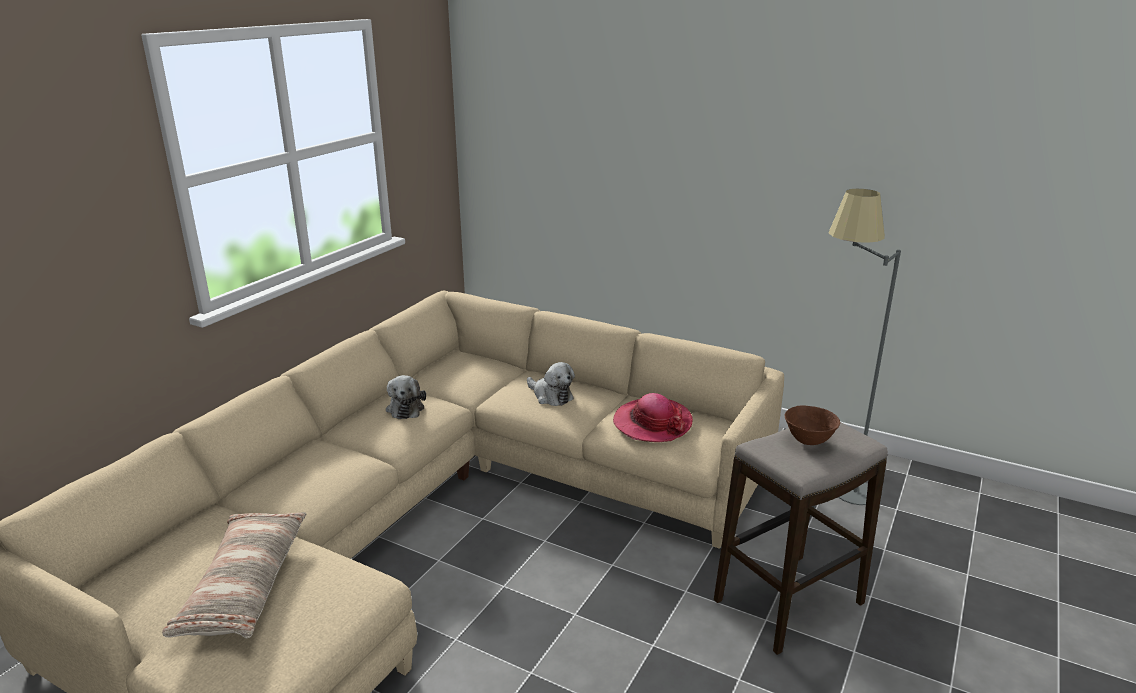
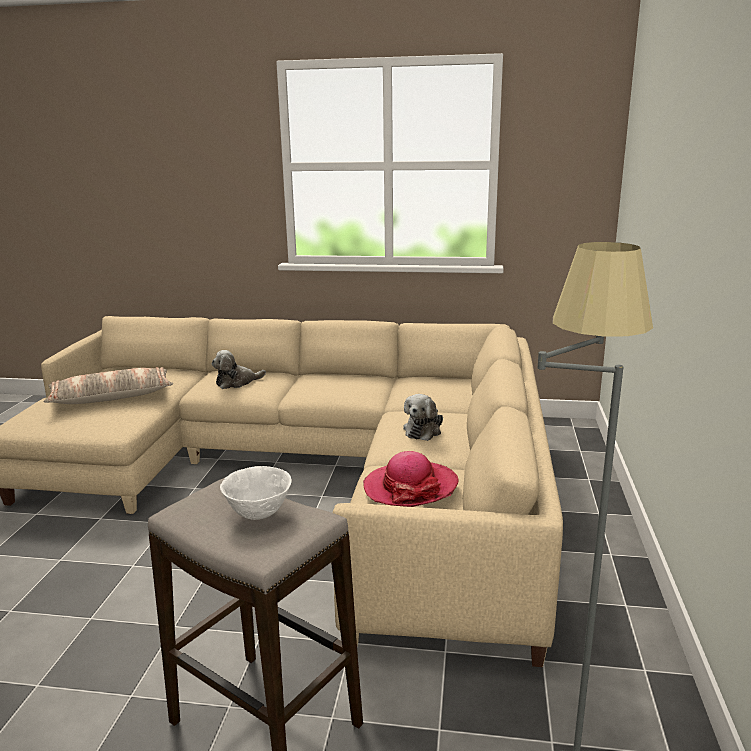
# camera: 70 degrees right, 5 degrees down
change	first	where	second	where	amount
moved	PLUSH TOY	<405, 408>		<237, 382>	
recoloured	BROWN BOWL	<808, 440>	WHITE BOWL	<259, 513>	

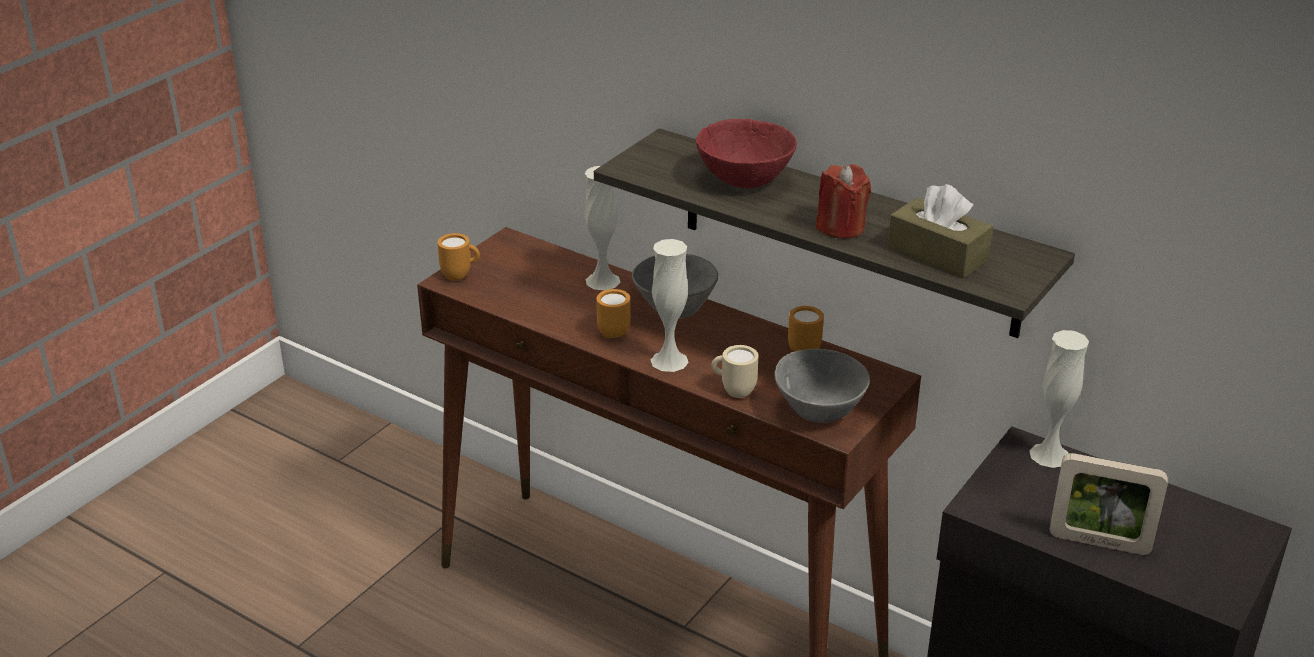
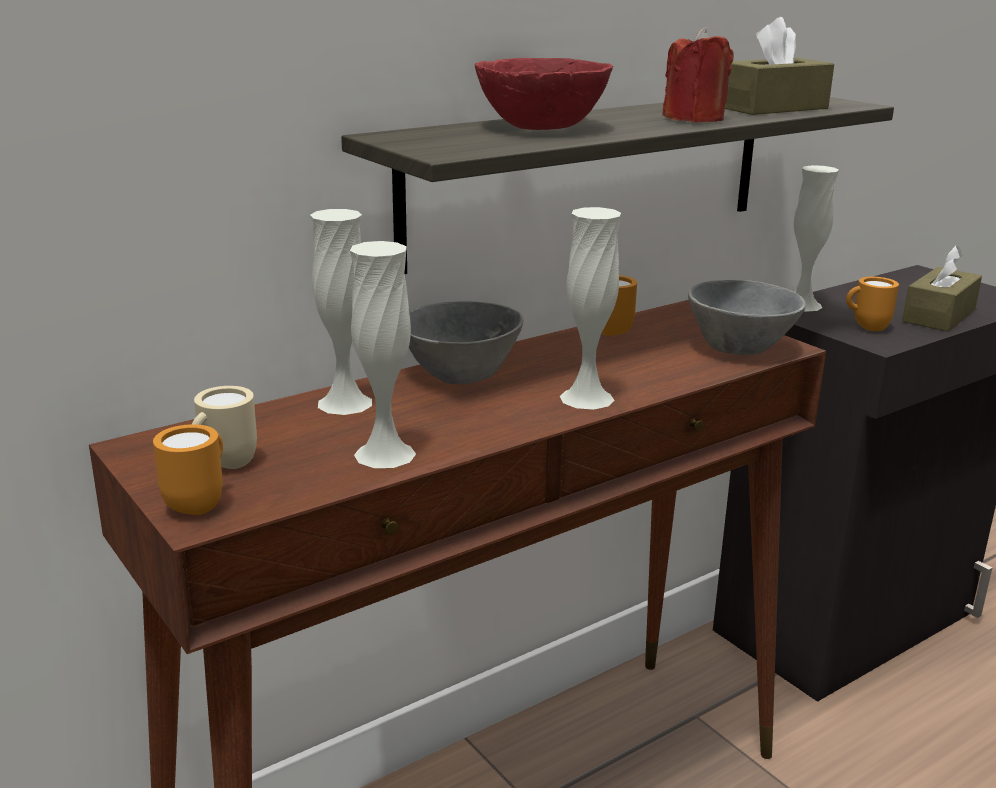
# camera: 70 degrees left, 10 degrees down
change	first	where	second	where	amount
moved	BEIGE MUG	<733, 391>		<224, 466>	
added			WHITE VASE	<385, 454>	
moved	ORANGE MUG	<611, 331>		<865, 328>	
replaced	PICTURE FRAME	<1099, 542>	BROWN TISSUE BOX	<939, 316>	

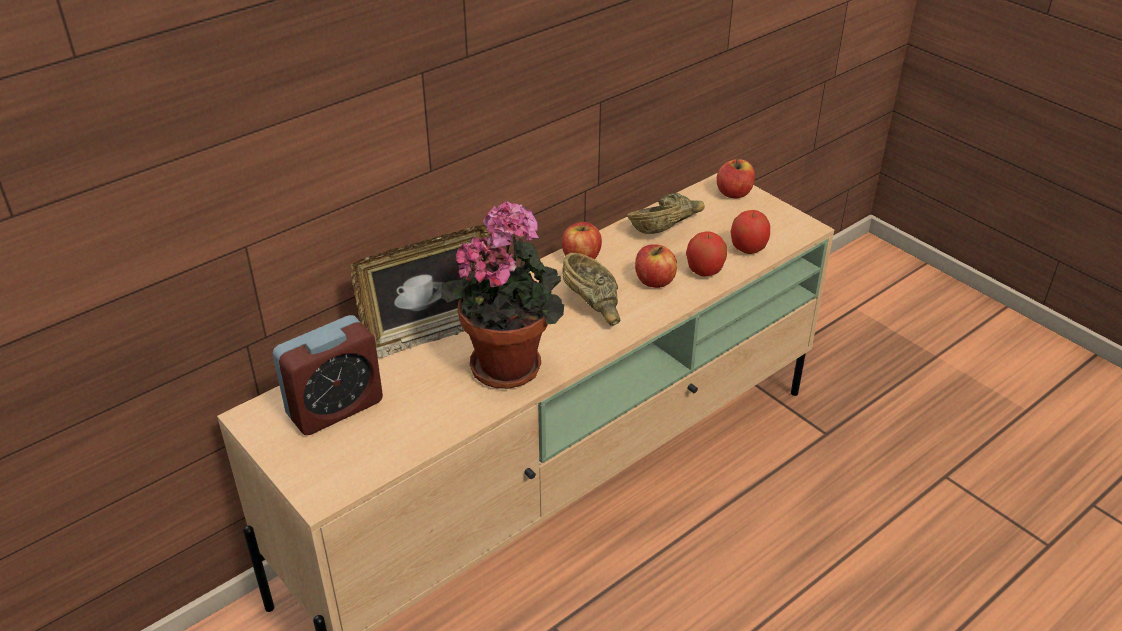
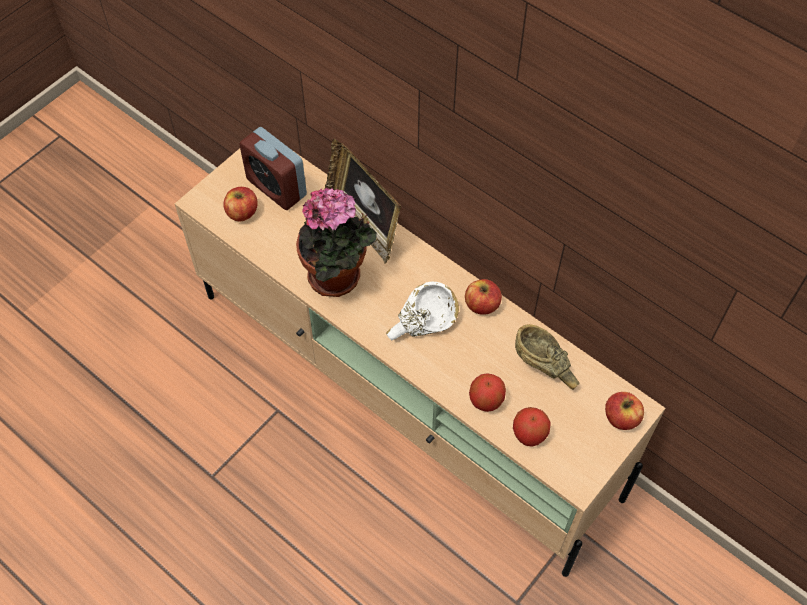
# camera: 80 degrees right, 20 degrees up
change	first	where	second	where	amount
moved	APPLE	<654, 281>		<242, 212>	
recoloured	BROWN BOWL	<598, 303>	WHITE BOWL	<421, 325>	

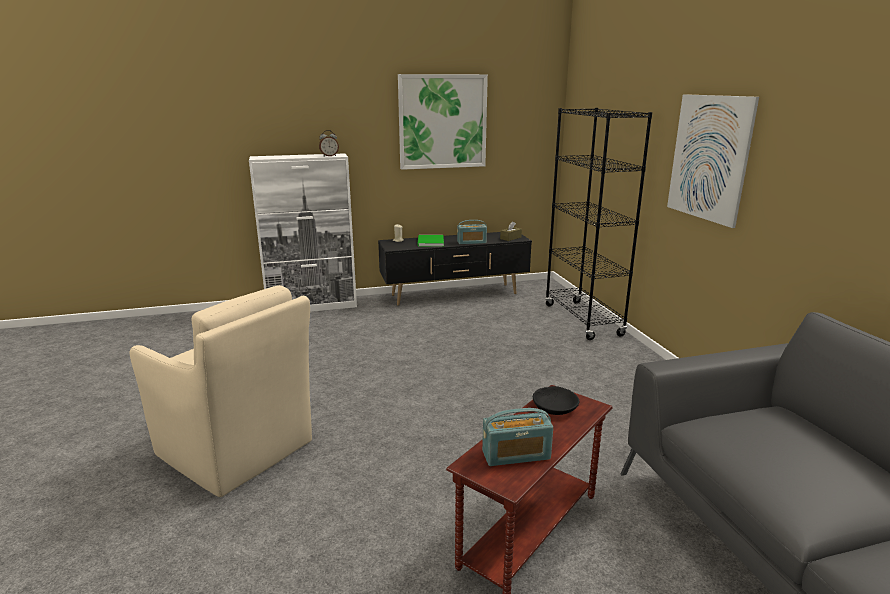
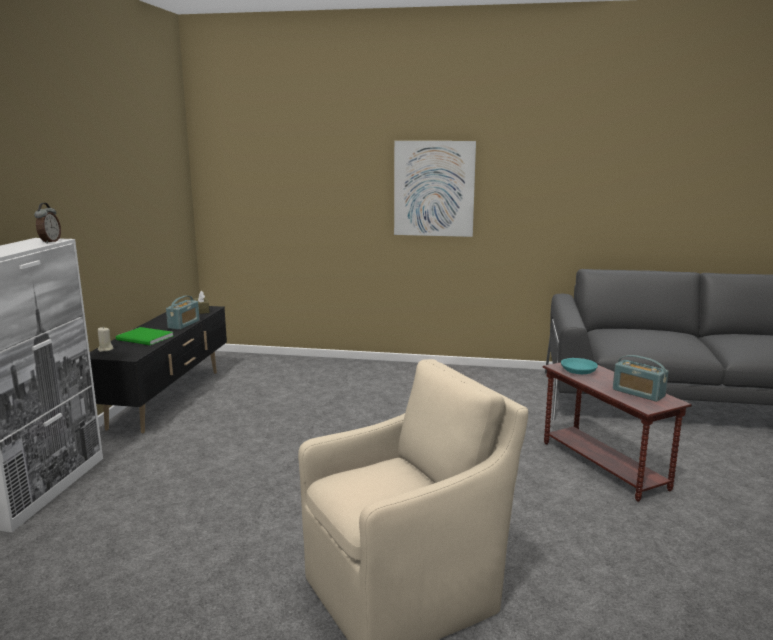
# camera: 65 degrees left, 5 degrees down
change	first	where	second	where	amount
recoloured	BLACK BOWL	<555, 407>	TURQUOISE BOWL	<578, 371>	
turned	RADIO	<516, 455>		<638, 393>	120 degrees clockwise
removed	PICTURE	<442, 122>			
removed	BLACK BOOKCASE	<583, 320>			

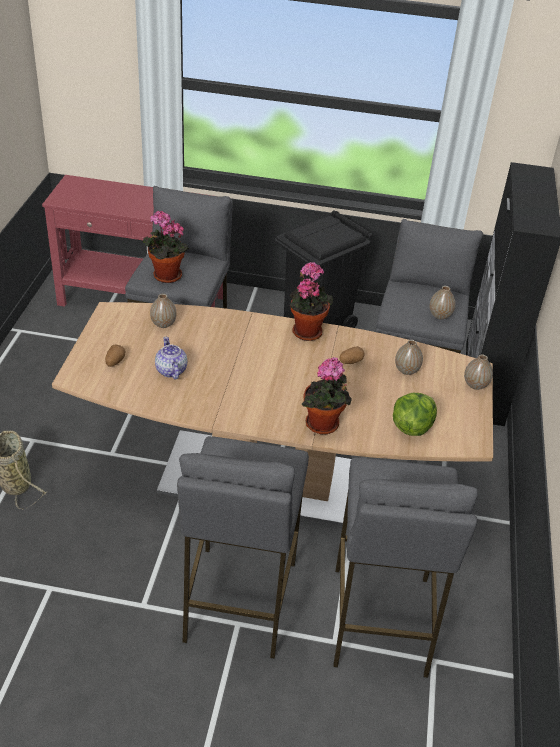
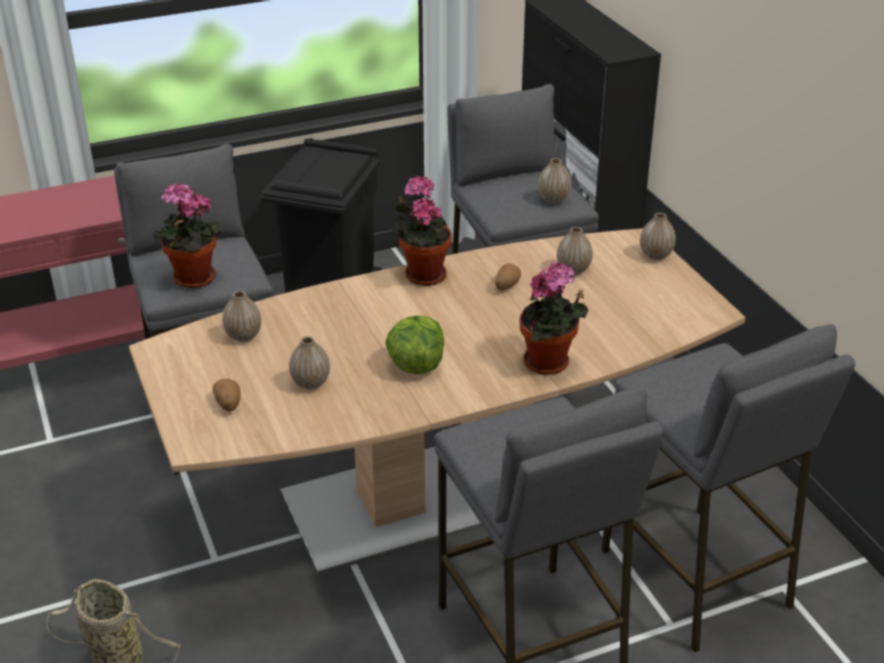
# camera: 30 degrees left, 5 degrees down
change	first	where	second	where	amount
replaced	TEAPOT	<170, 370>	VASE	<310, 383>	
moved	LETTUCE	<411, 427>		<416, 365>	

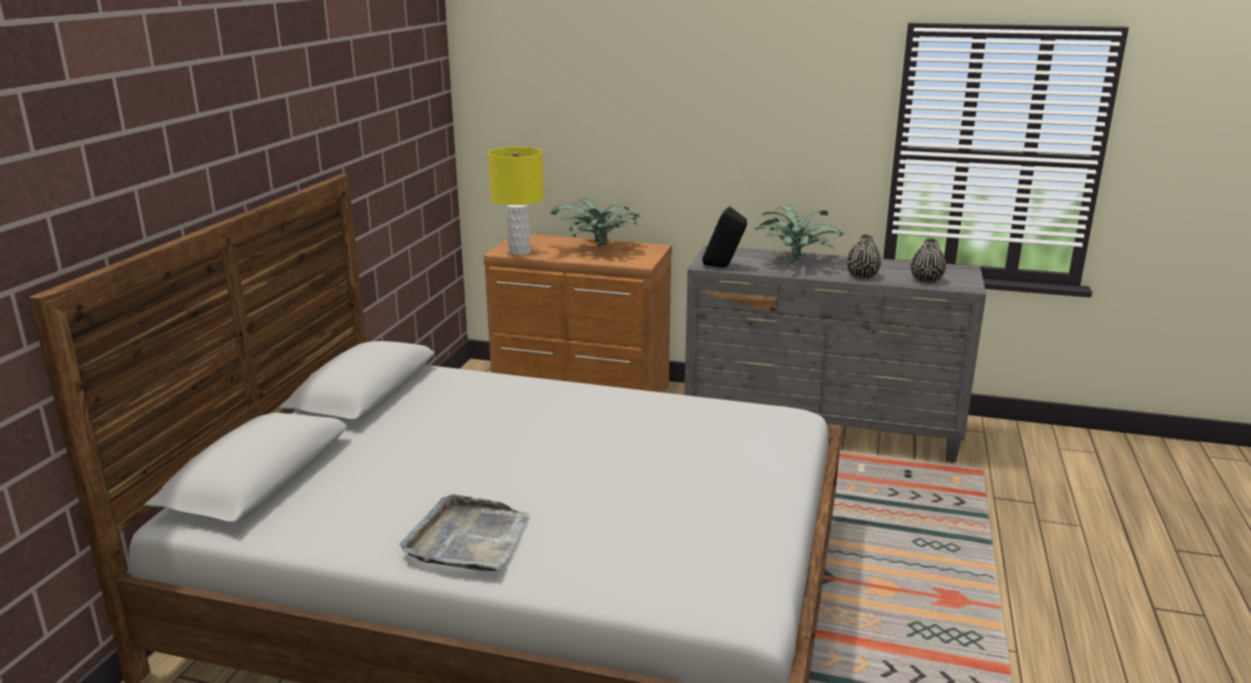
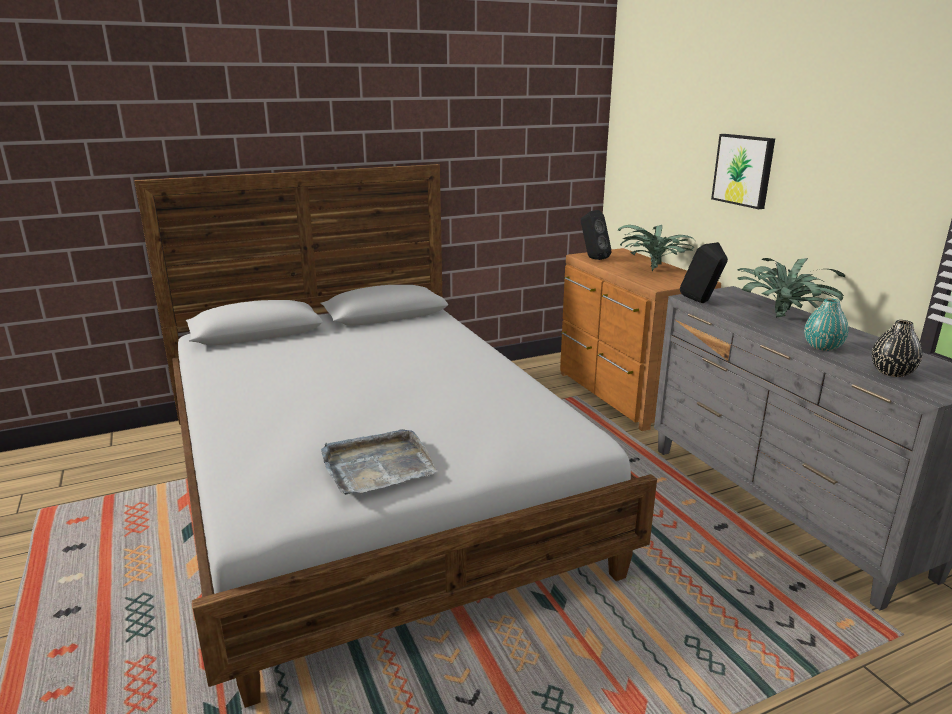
# camera: 50 degrees right, 0 degrees up
change	first	where	second	where	amount
moved	GREY TRAY	<468, 539>		<377, 466>	
replaced	YELLOW TABLE LAMP	<519, 252>	BLACK SPEAKER	<592, 258>	
added			PICTURE	<744, 170>	
recoloured	BLACK VASE	<862, 276>	TURQUOISE VASE	<822, 347>	

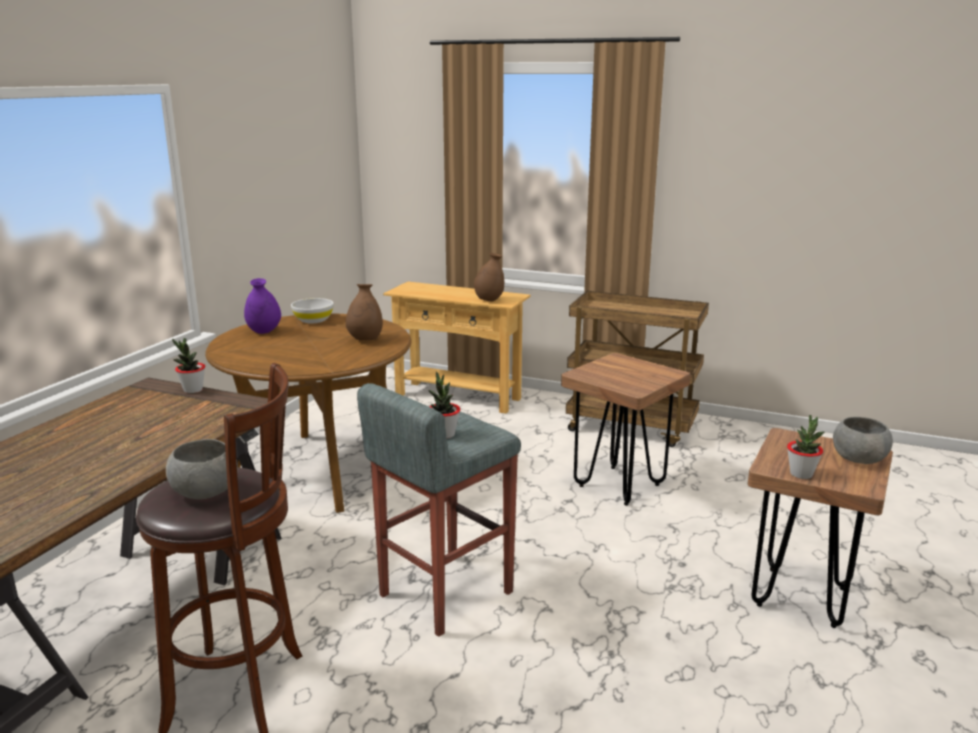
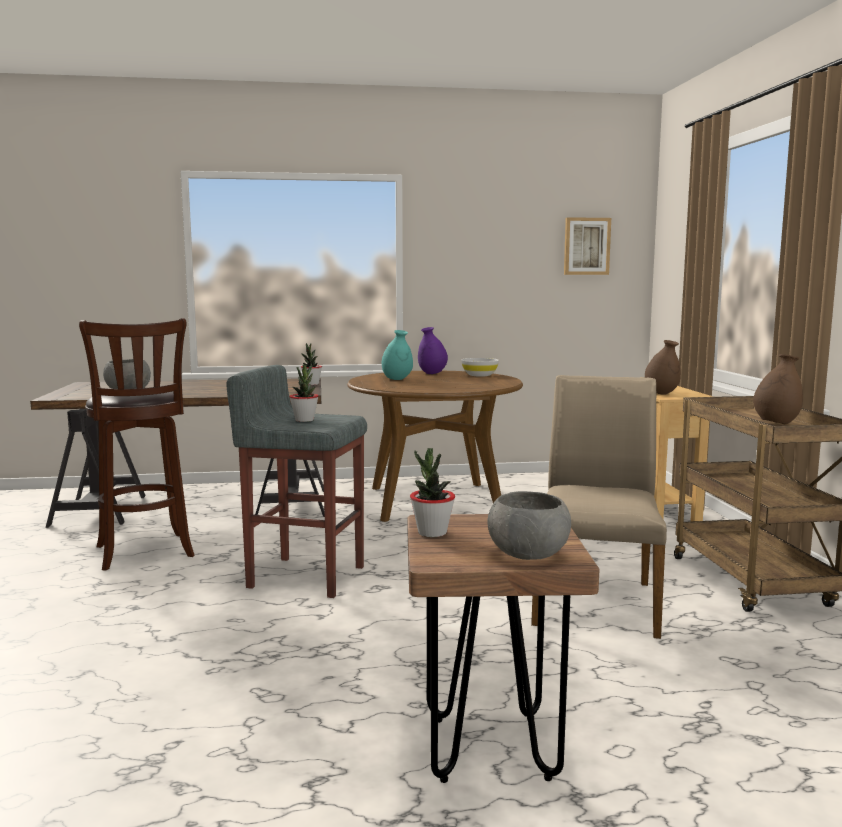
# camera: 60 degrees right, 10 degrees down
change	first	where	second	where	amount
added			TURQUOISE VASE	<397, 379>	
replaced	BROWN STOOL	<619, 485>	BEIGE CHAIR	<596, 602>	
added			PICTURE	<586, 246>	
moved	BROWN VASE	<365, 340>		<776, 423>	

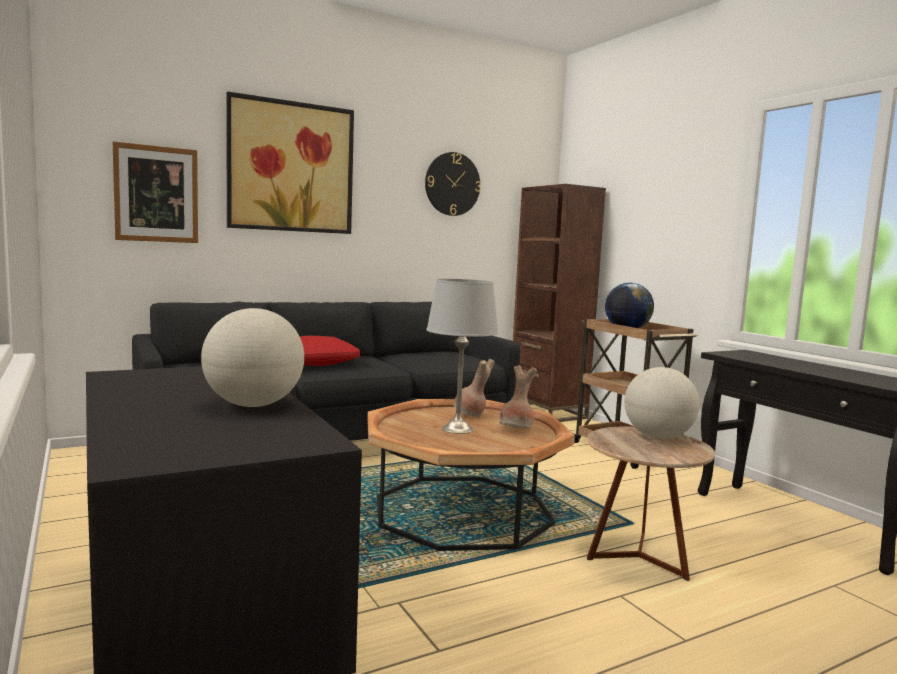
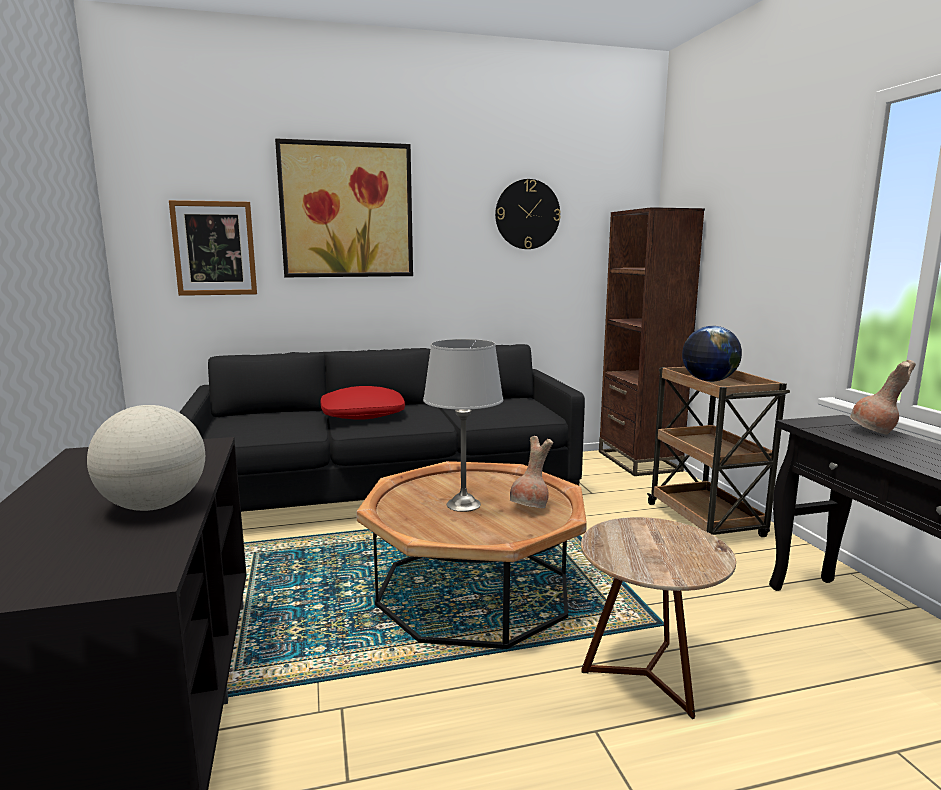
# camera: 15 degrees right, 5 degrees up
change	first	where	second	where	amount
moved	BROWN VASE	<470, 415>		<874, 432>	
removed	GLOBE	<657, 437>			

